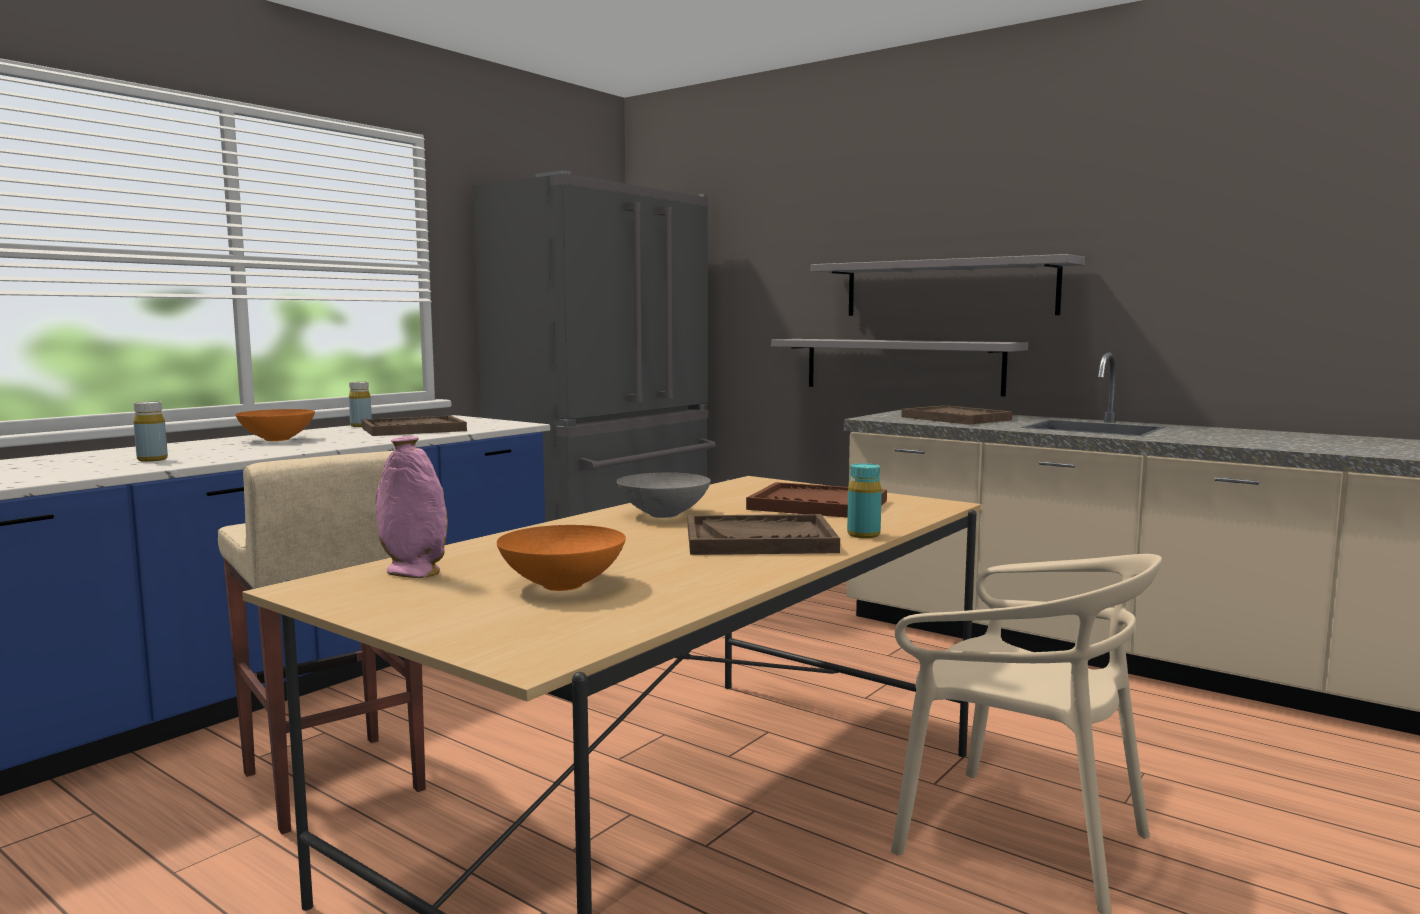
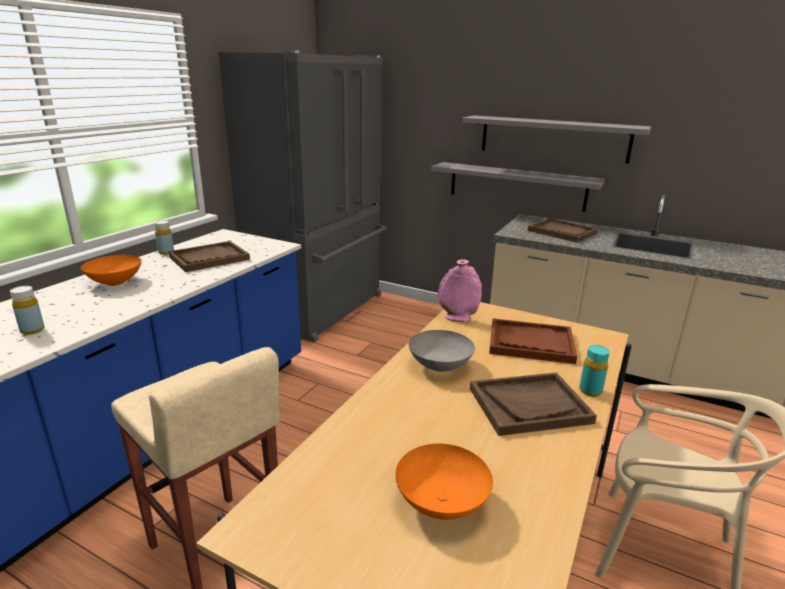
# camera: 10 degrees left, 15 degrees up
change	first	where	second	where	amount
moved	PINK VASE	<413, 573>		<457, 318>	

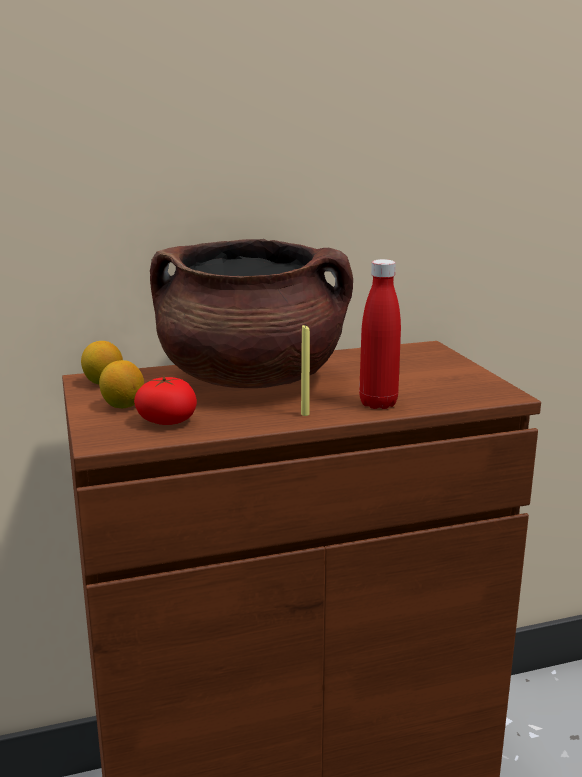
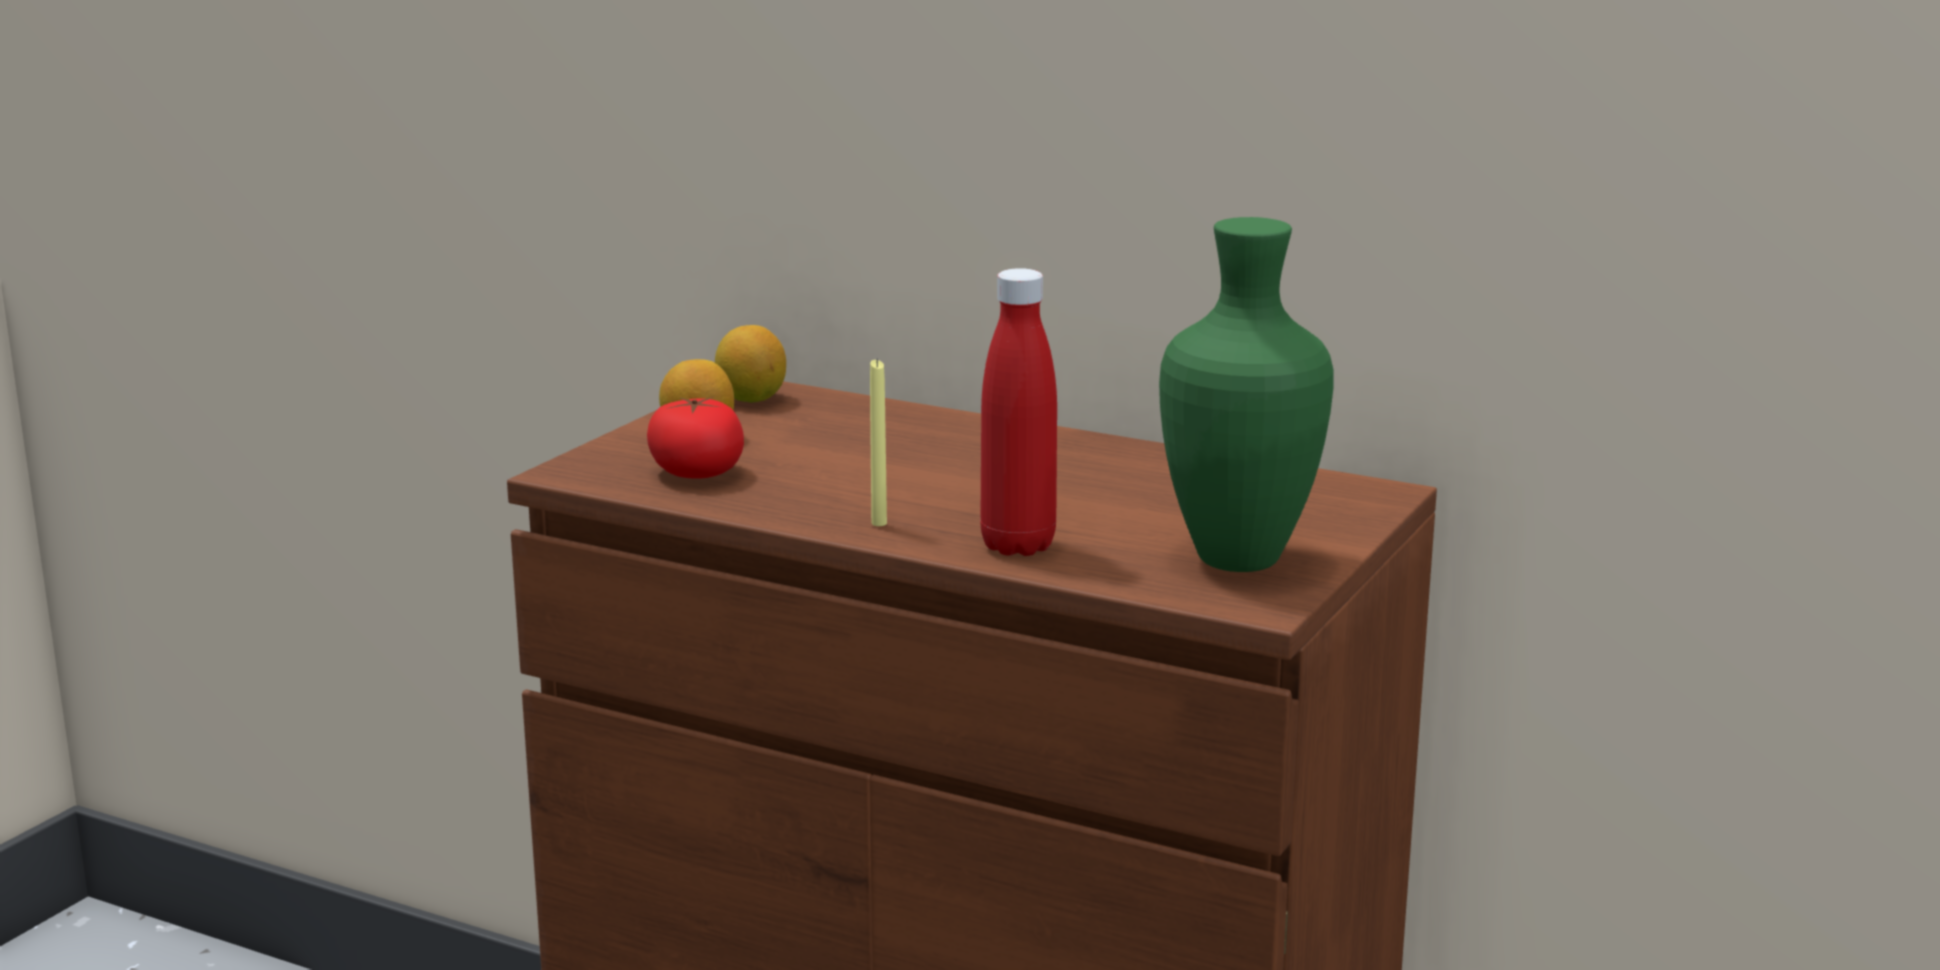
# camera: 45 degrees right, 0 degrees up
change	first	where	second	where	amount
added			GREEN VASE	<1241, 558>	
removed	BROWN COOKING POT	<252, 380>			

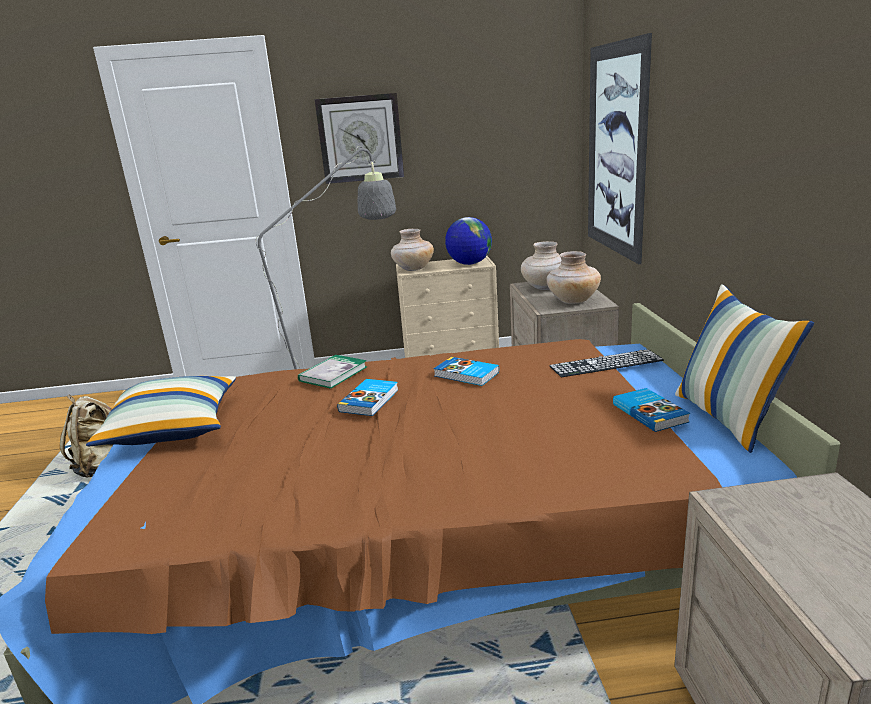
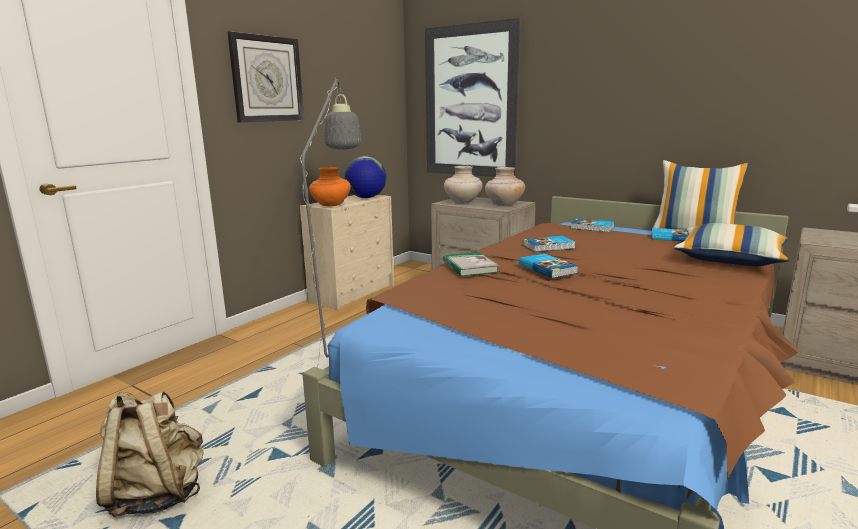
# camera: 50 degrees left, 5 degrees down
change	first	where	second	where	amount
recoloured	BEIGE VASE	<413, 269>	ORANGE VASE	<330, 205>	
replaced	KEYBOARD	<606, 363>	BOOK	<592, 228>	
moved	PILLOW	<173, 428>		<730, 260>	

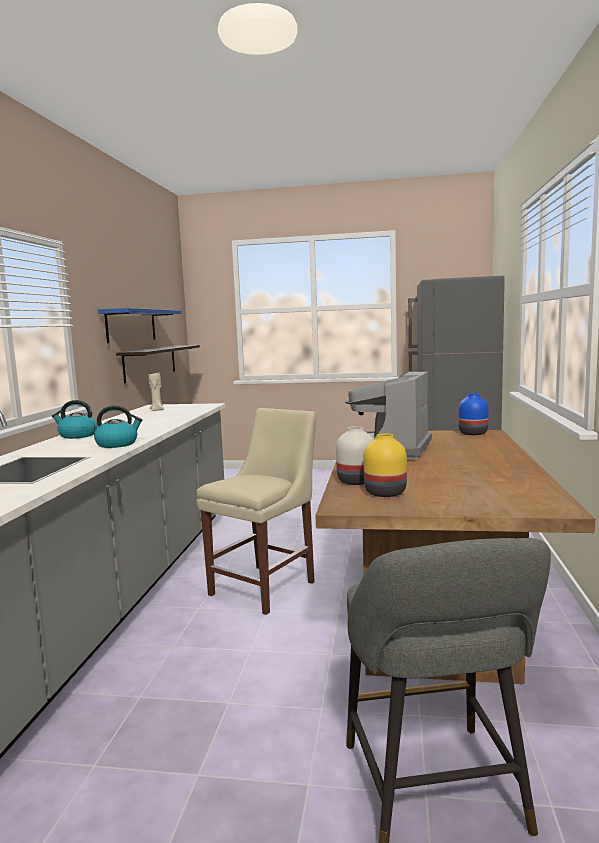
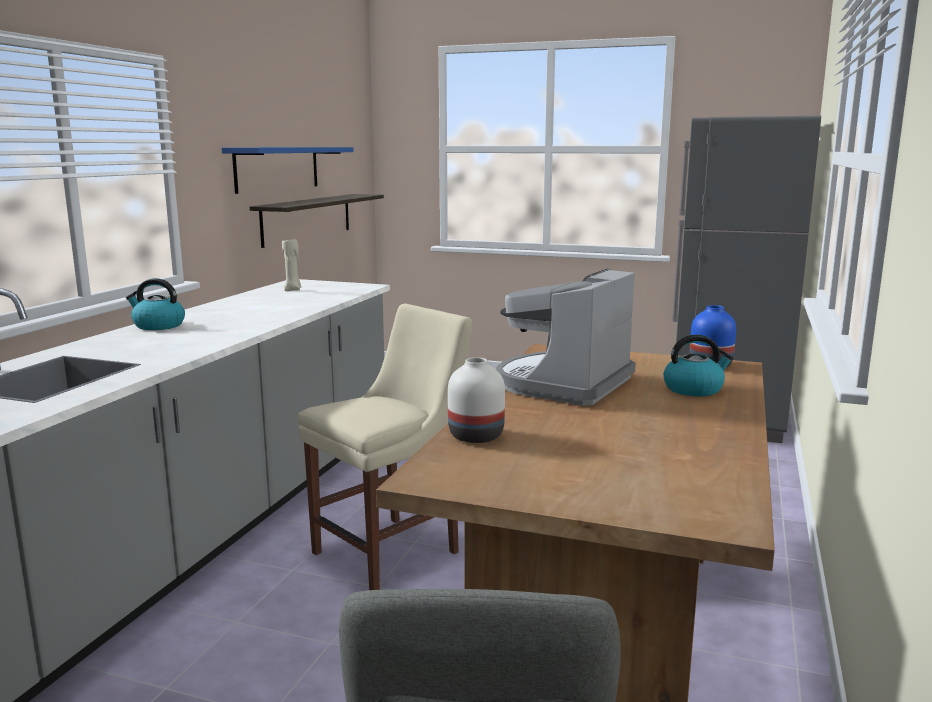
# camera: 10 degrees right, 5 degrees up
change	first	where	second	where	amount
moved	KETTLE	<117, 444>		<694, 389>	
removed	YELLOW VASE	<385, 492>			

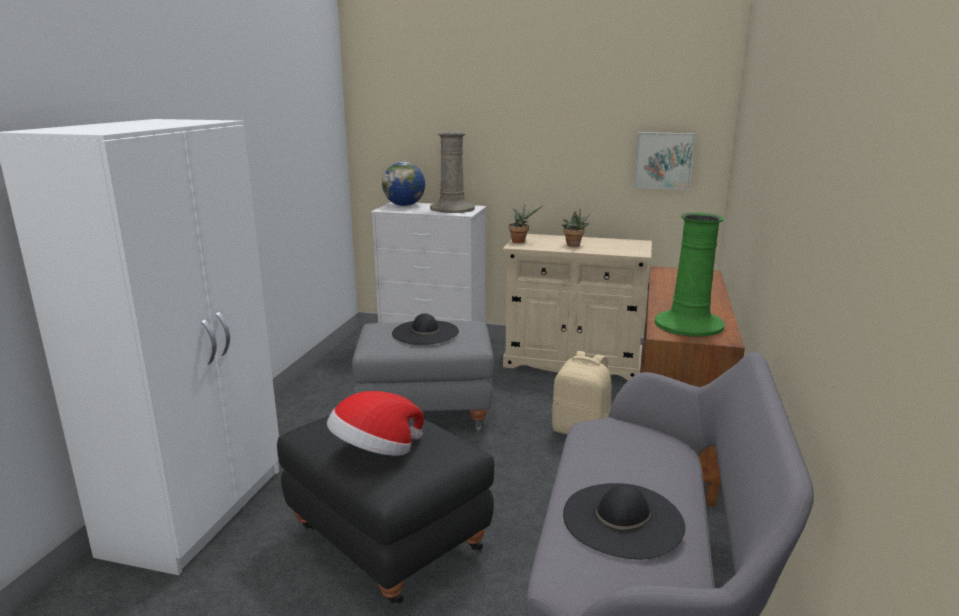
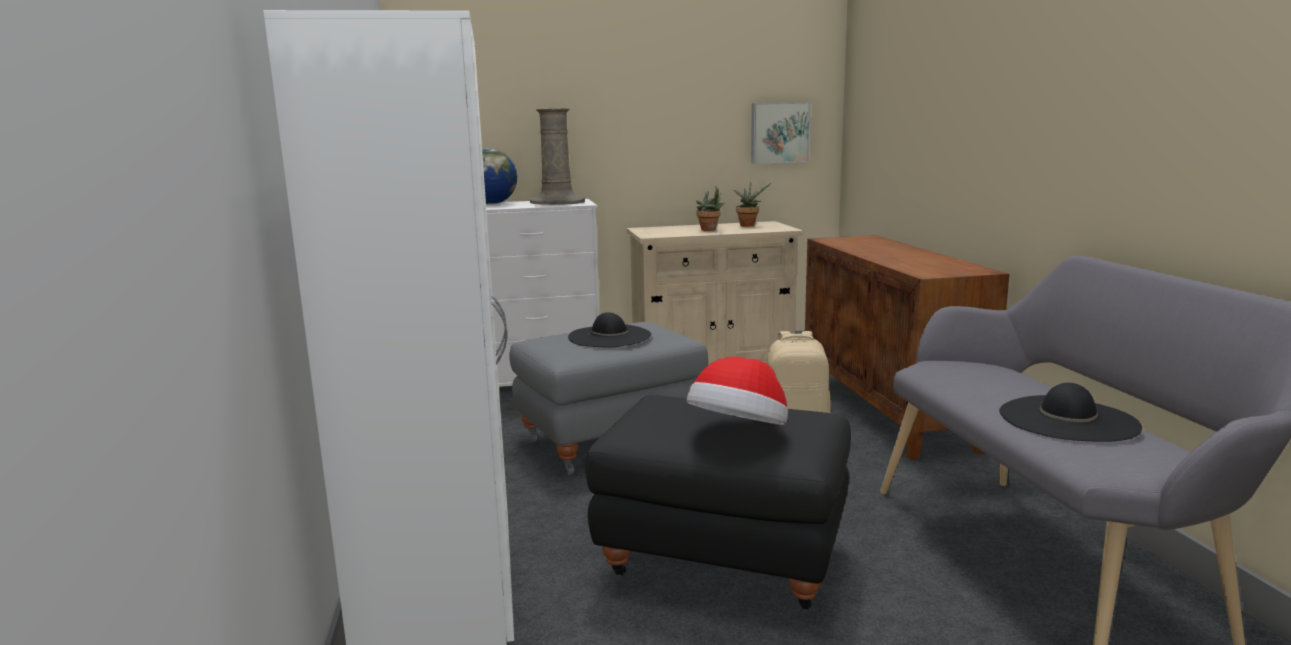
# camera: 25 degrees left, 5 degrees down
change	first	where	second	where	amount
moved	POTTED PLANT	<520, 241>		<748, 225>	
removed	GREEN VASE	<688, 324>			

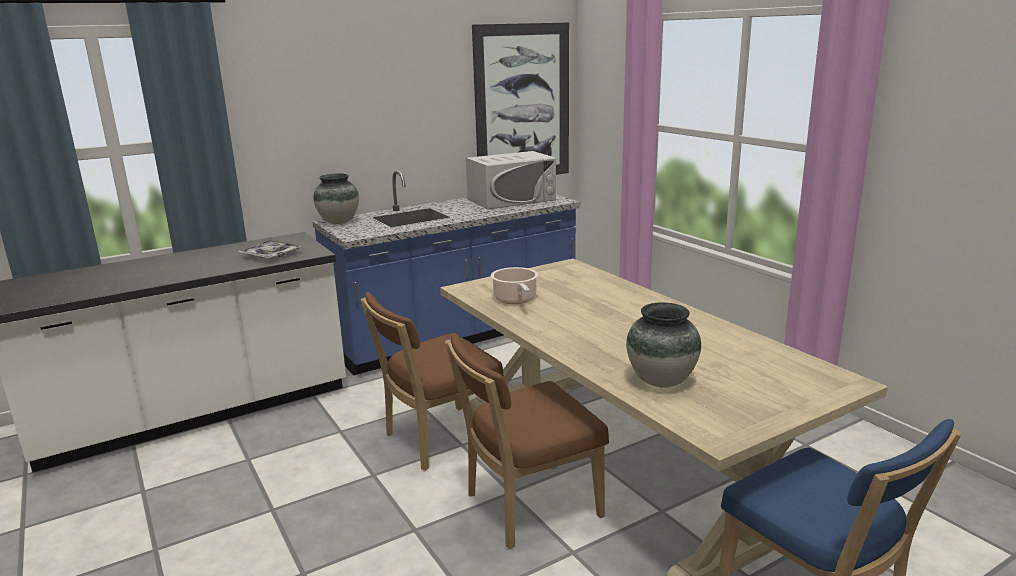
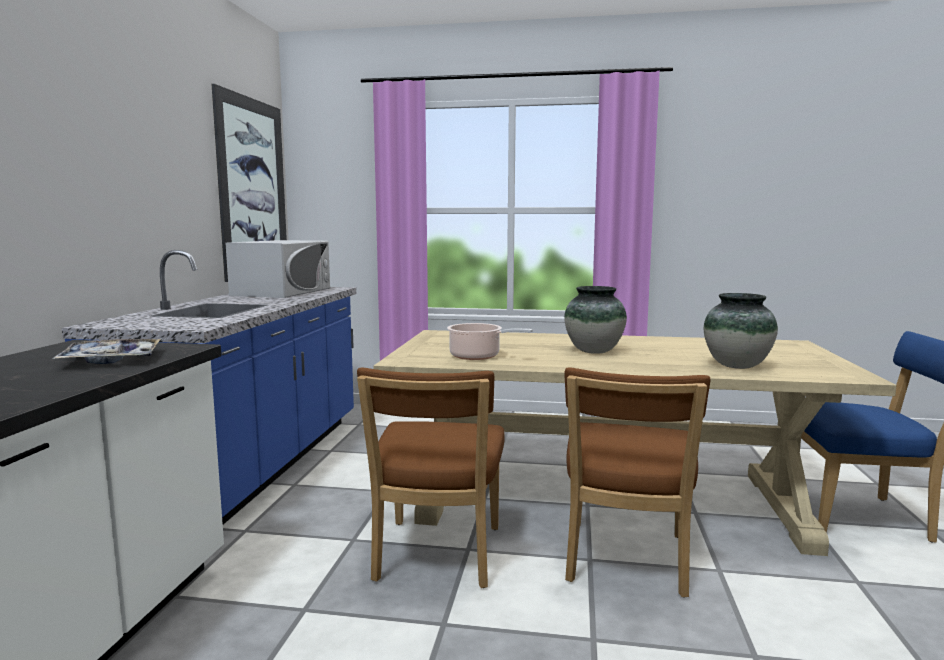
# camera: 50 degrees left, 10 degrees down
change	first	where	second	where	amount
moved	VASE	<338, 222>		<594, 351>	

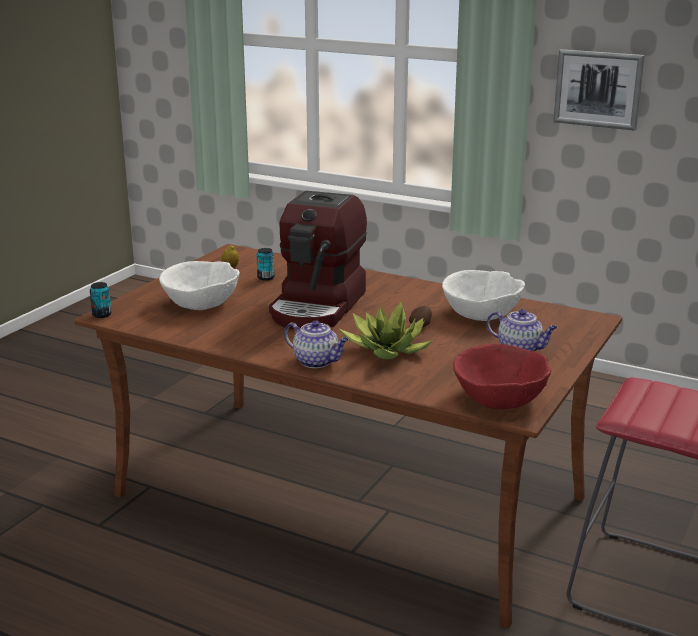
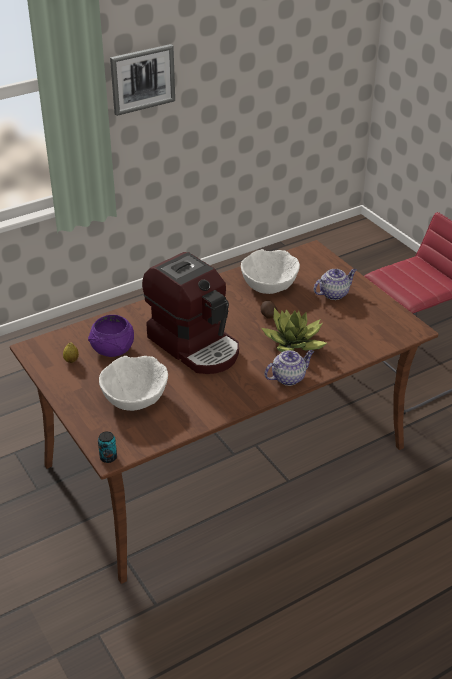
# camera: 60 degrees left, 15 degrees up
change	first	where	second	where	amount
replaced	CAN	<266, 278>	PURPLE BOWL	<113, 350>	
removed	RED BOWL	<499, 399>			

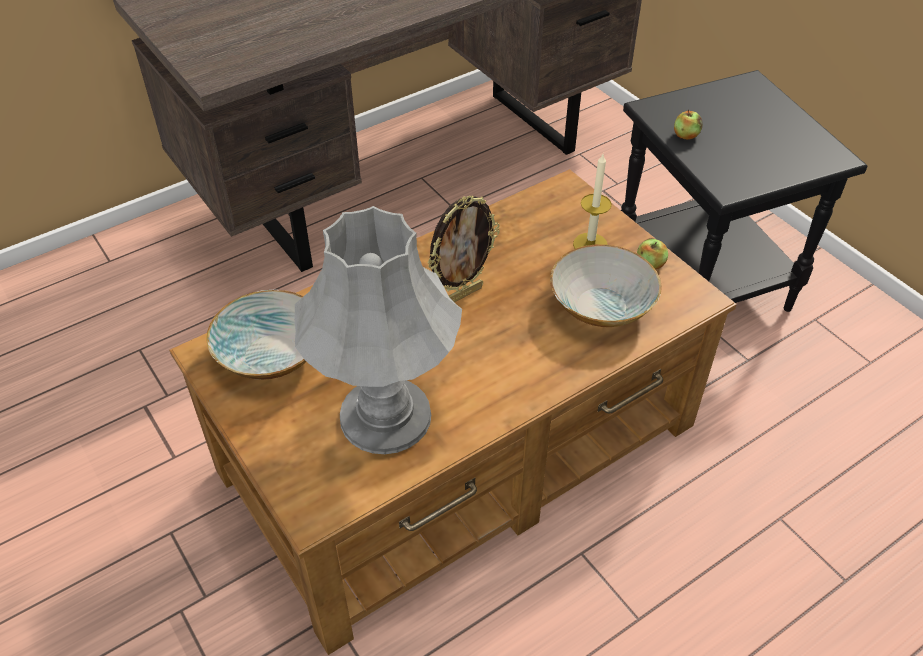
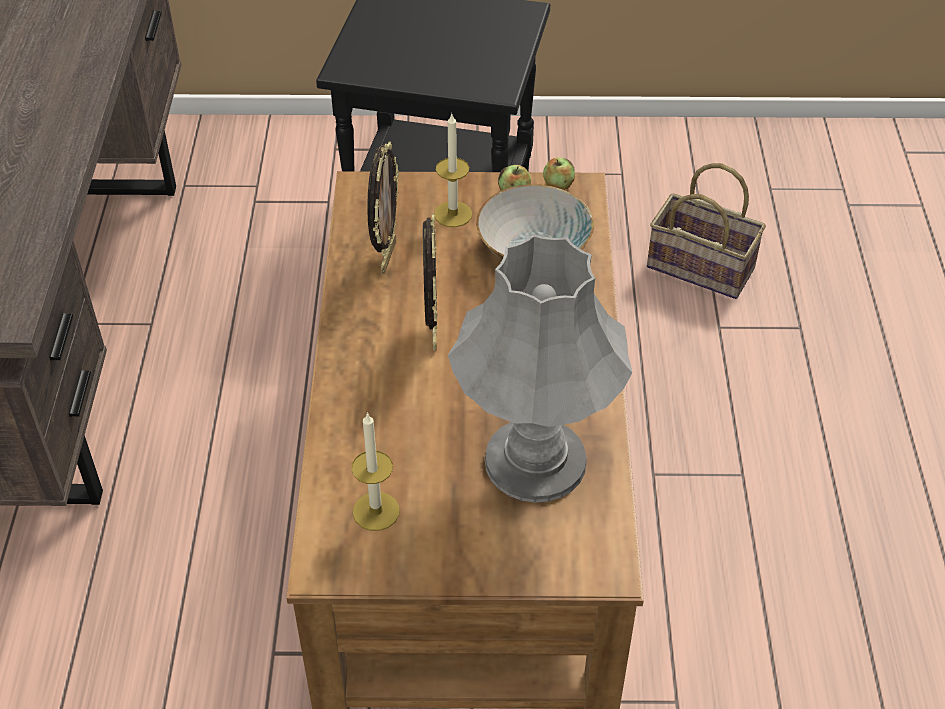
# camera: 55 degrees left, 0 degrees up
change	first	where	second	where	amount
replaced	BOWL	<271, 353>	CANDLE	<376, 511>	
added			PICTURE FRAME	<386, 256>	
moved	APPLE	<685, 135>		<558, 185>	
added			BASKET	<703, 267>	

